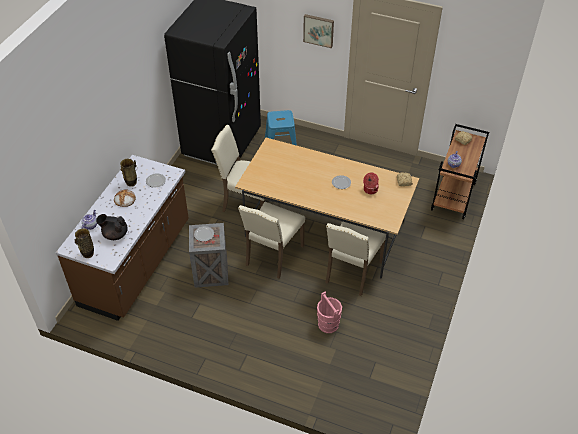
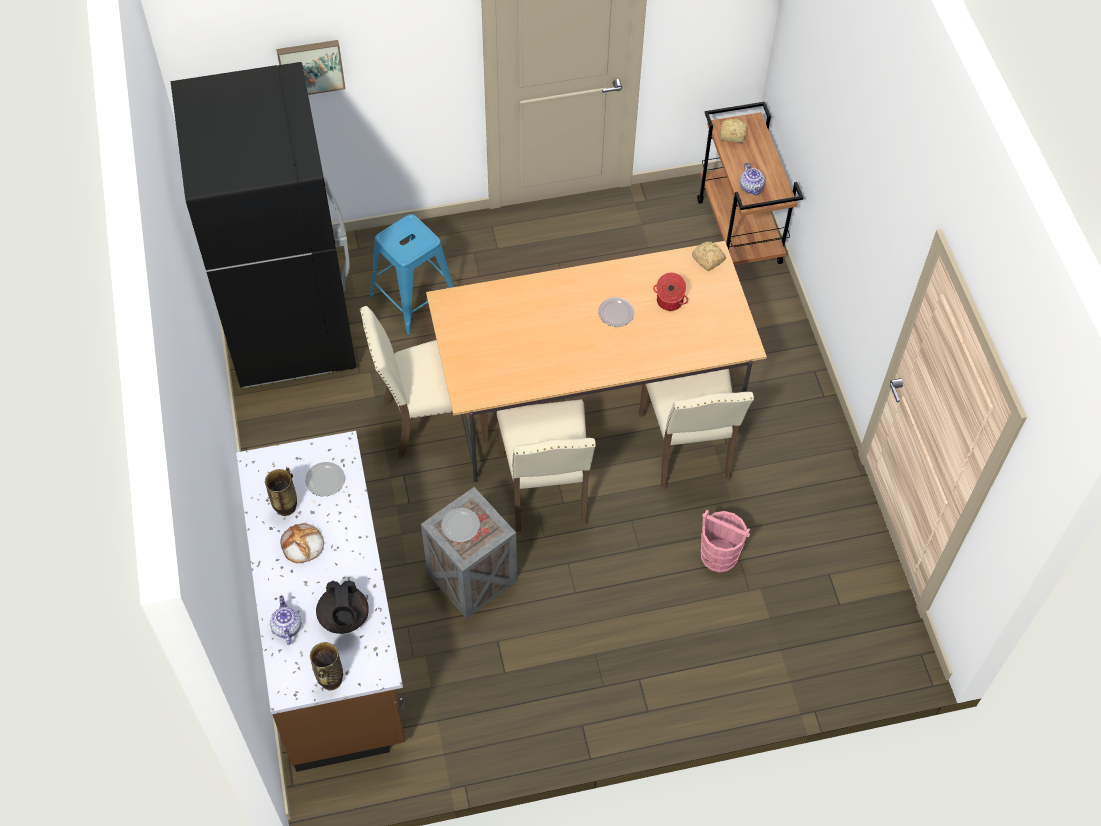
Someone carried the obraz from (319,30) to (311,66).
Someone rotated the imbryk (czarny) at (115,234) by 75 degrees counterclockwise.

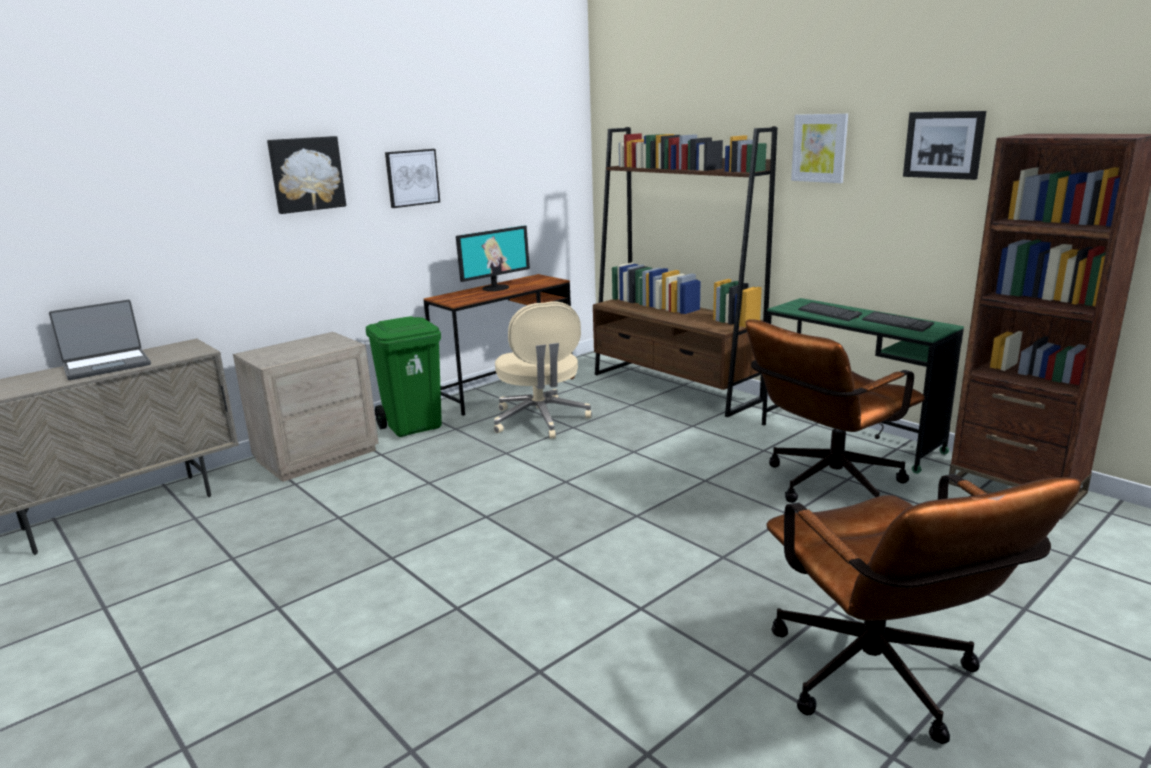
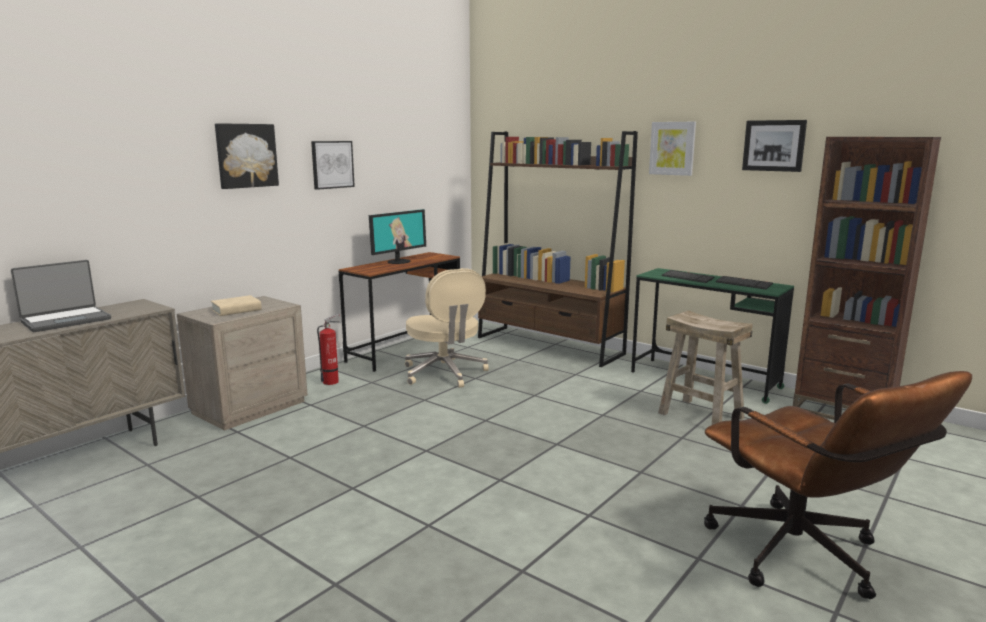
Someone swapped the kosz na śmieci (zielony) at (414,426) for the gaśnica at (332,381).
Someone swapped the krzesło biurowe (brązowy) at (825,486) for the stołek (beżowy) at (700,415).
Someone put down the książka (beżowy) at (236,310).

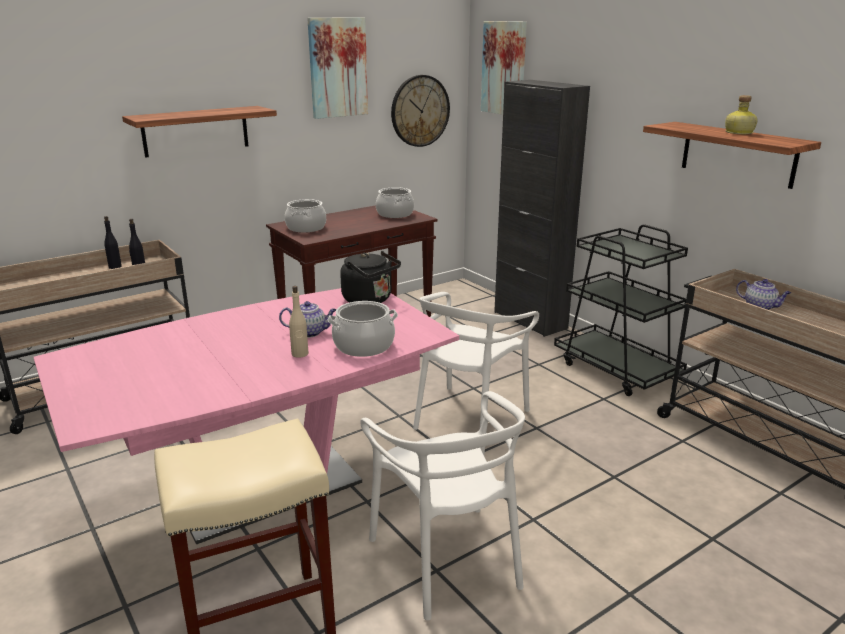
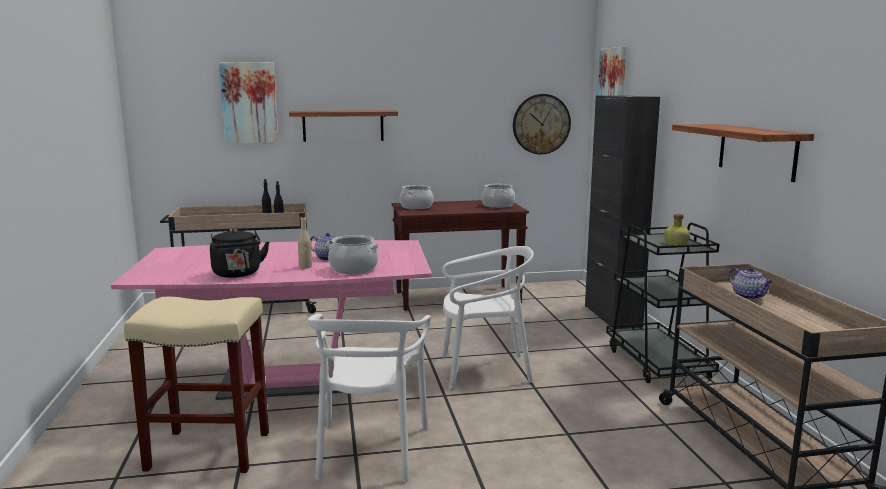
Someone carried the obraz from (337,68) to (249,103).
Someone carried the butelka from (738,133) to (675,243).
Someone carried the czajnik (czarny) from (370,300) to (237,274).
Someone rotated the krzesło (biały) at (469,417) by 150 degrees counterclockwise.

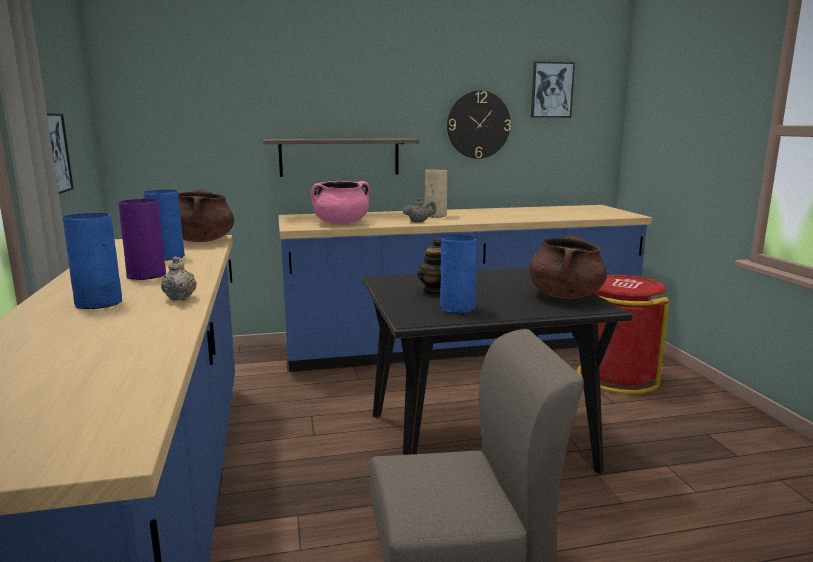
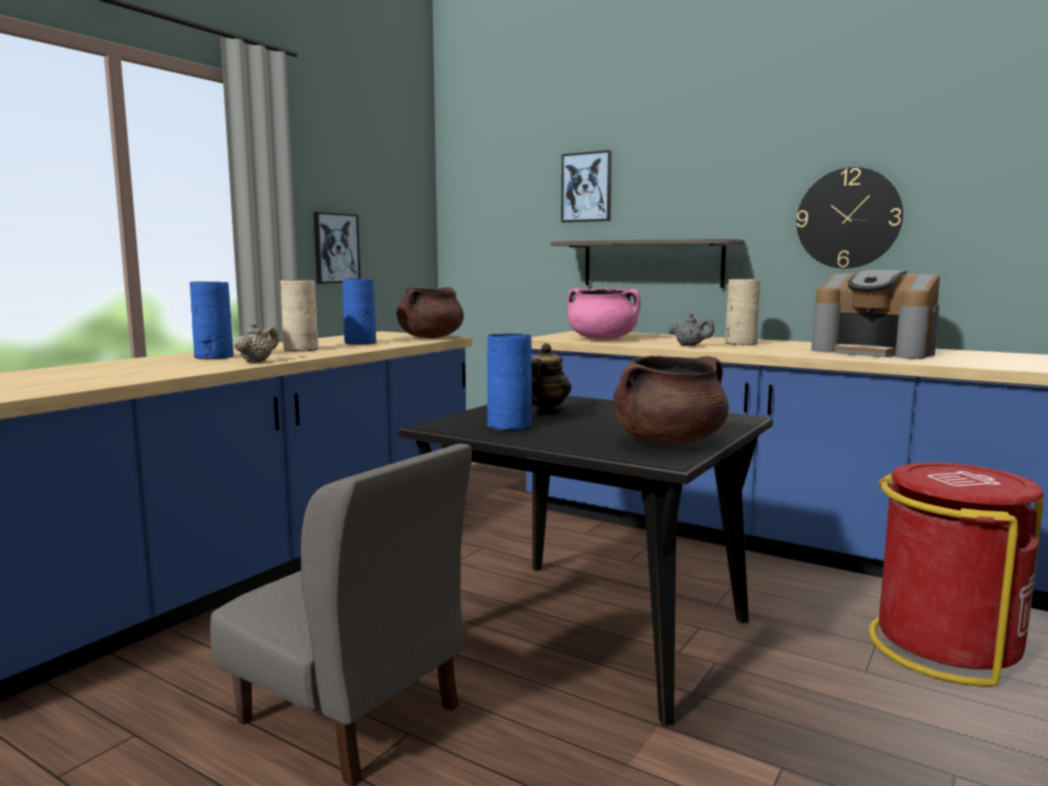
Someone carried the obraz from (551,90) to (587,187).
Someone repainted the wazon (fioletowy) at (147,275), which became the wazon (beżowy) at (301,349).
Someone put down the ekspres do kawy at (874,352).

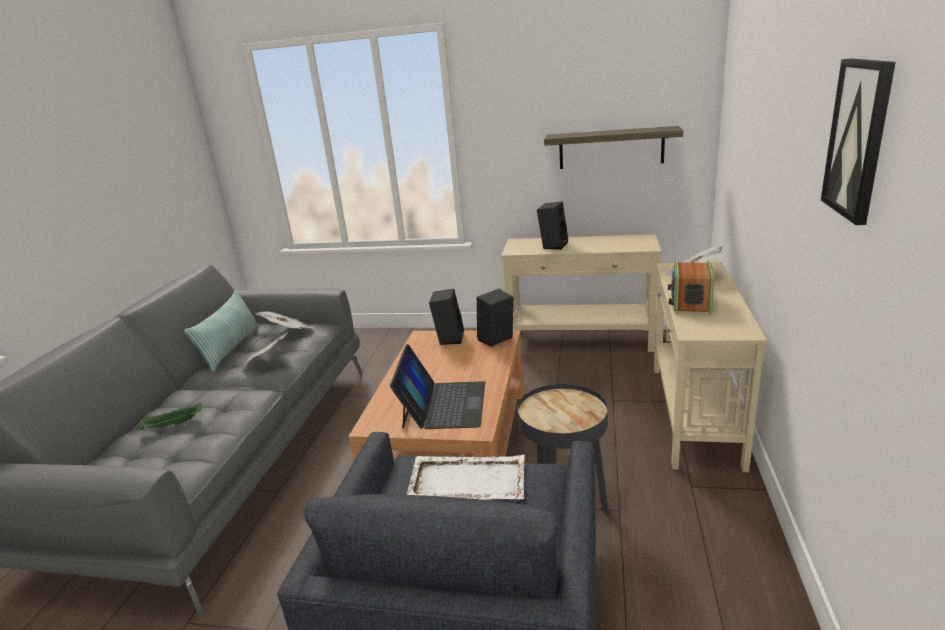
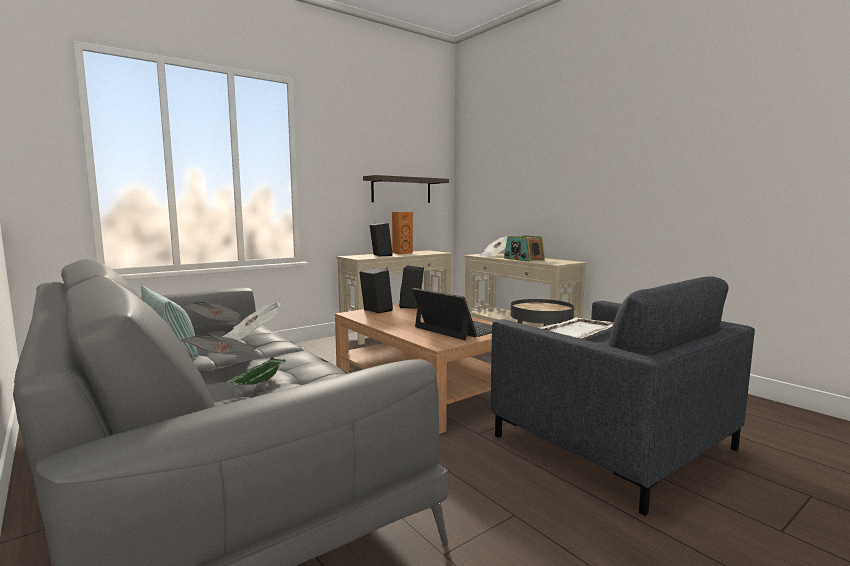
Someone took away the obraz at (858,139).
Someone put down the głośnik (pomarańczowy) at (401,253).
Someone put down the gazeta at (225,365).

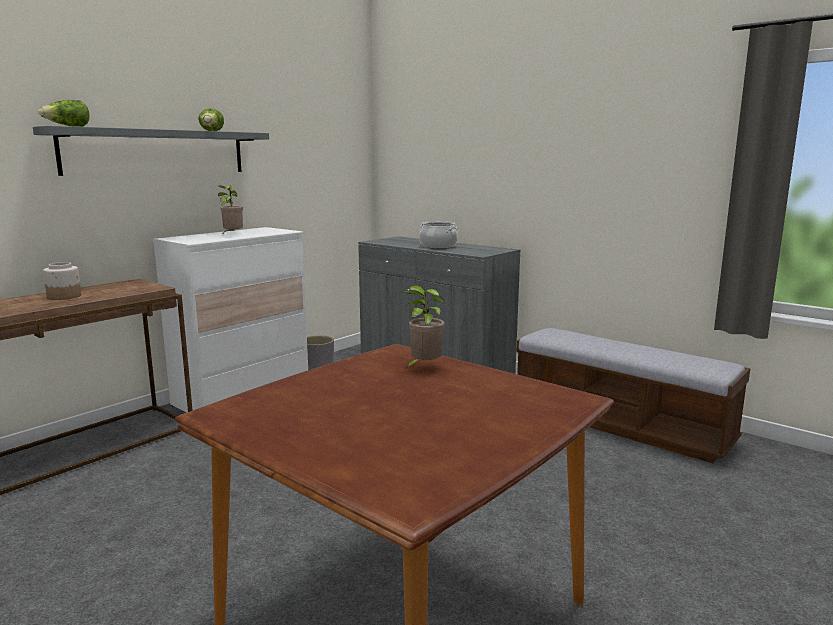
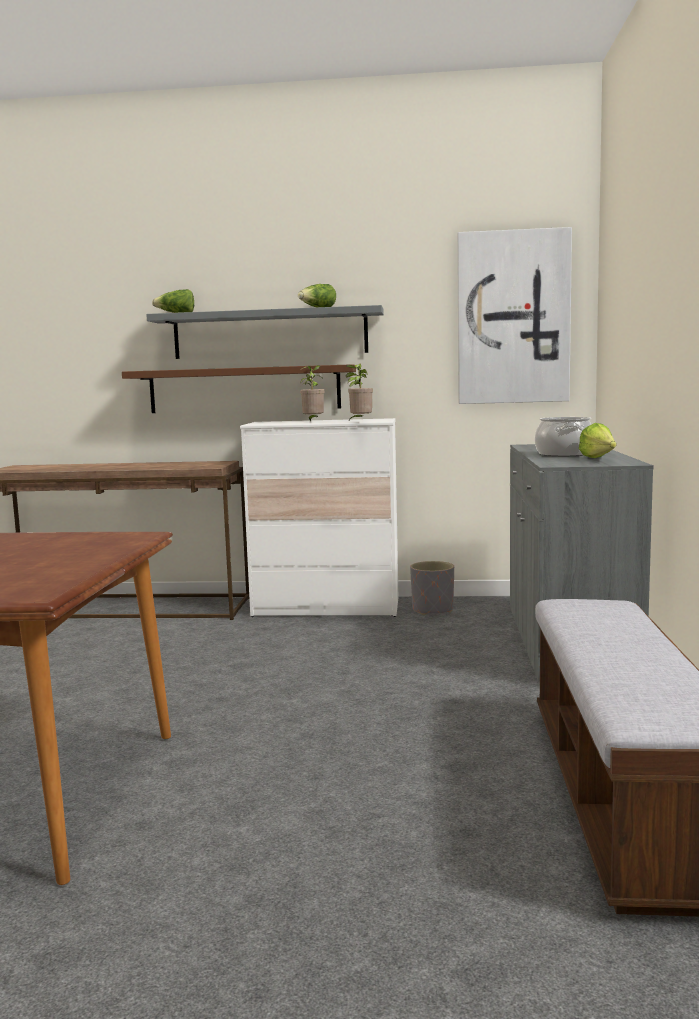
Someone took away the słoik at (65,296).
Someone carried the roślina doniczkowa from (424,367) to (360,422).
Someone put up the obraz at (513,318).
Someone put up the półka (brązowy) at (244,389).
Someone put down the sałata at (599,459).

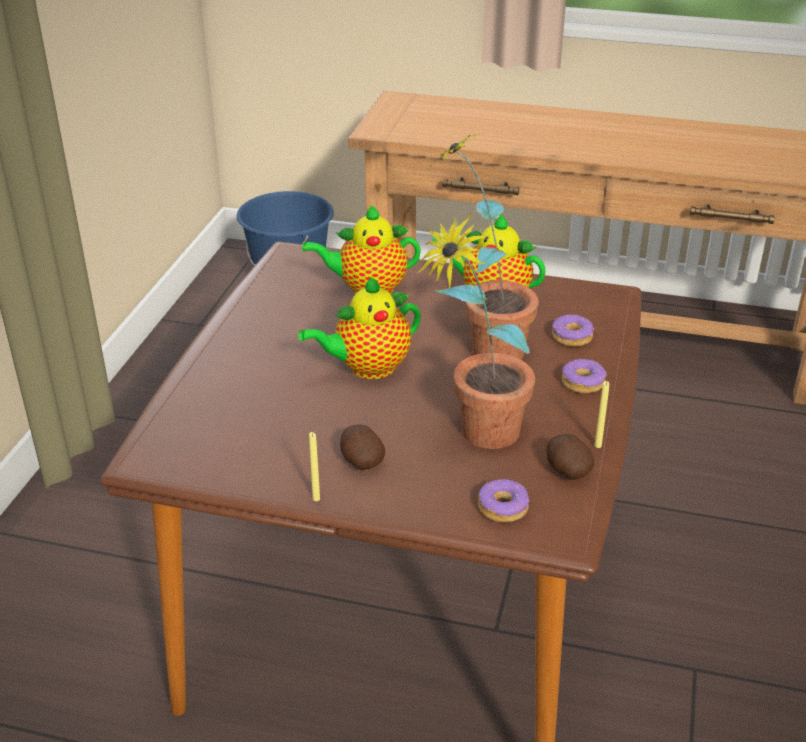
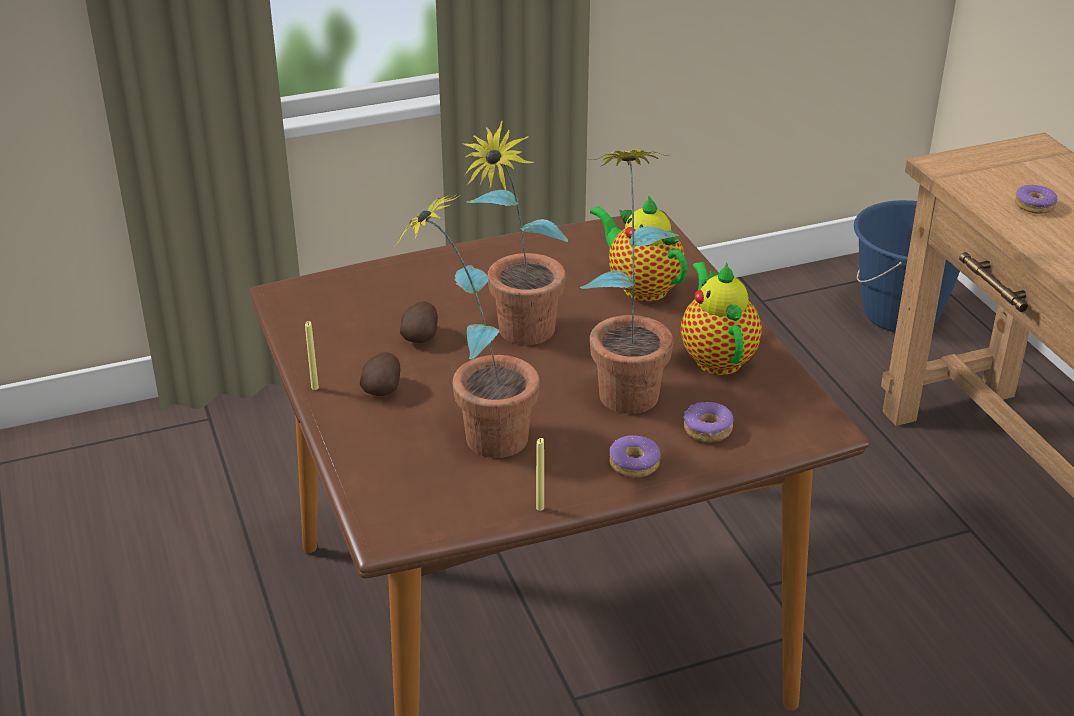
Someone swapped the imbryk at (367,368) for the roślina doniczkowa at (517,338).
Someone carried the ziemniak from (566,471) to (421,336).
Someone carried the donut from (503,507) to (1034,206).

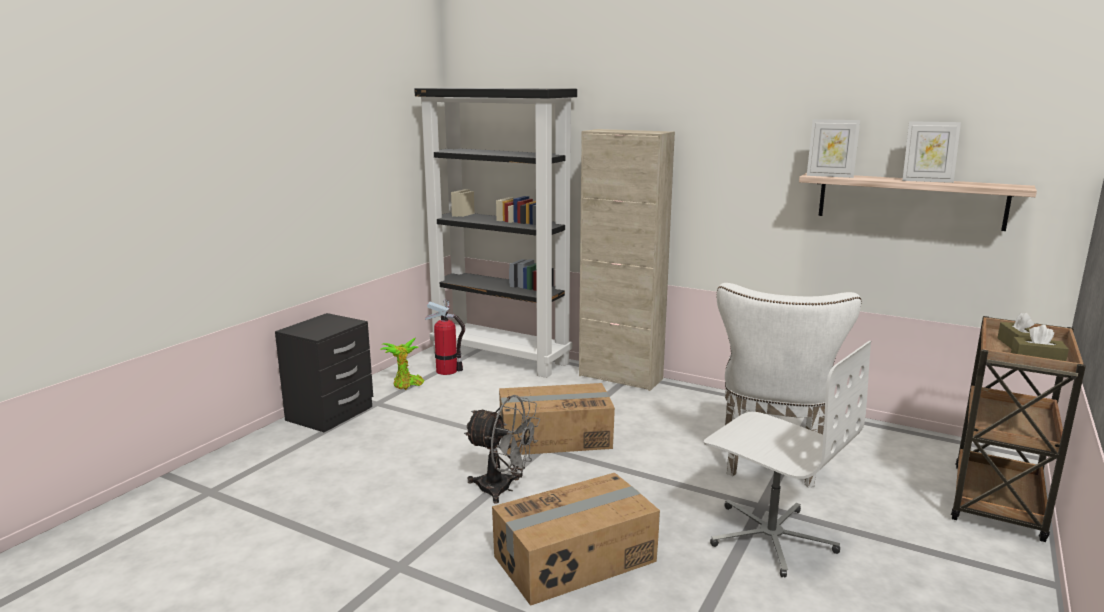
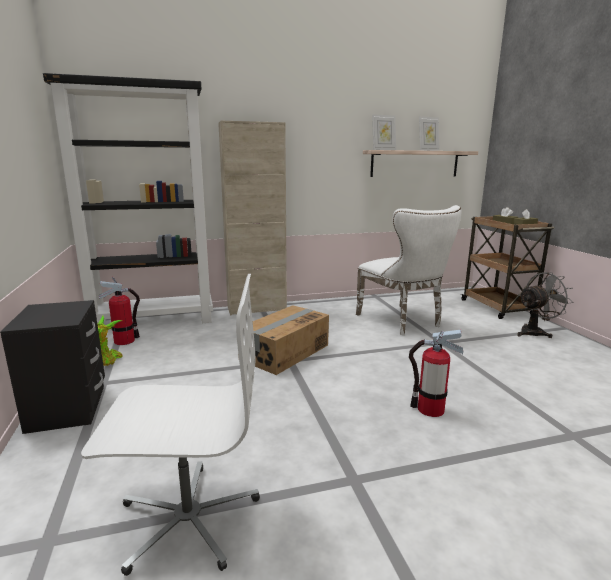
Someone carried the krzesło biurowe (biały) from (770,537) to (187,518).
Someone carried the wentylator (szary) from (503,489) to (535,332).
Someone swapped the karton at (576,559) for the gaśnica at (430,409).

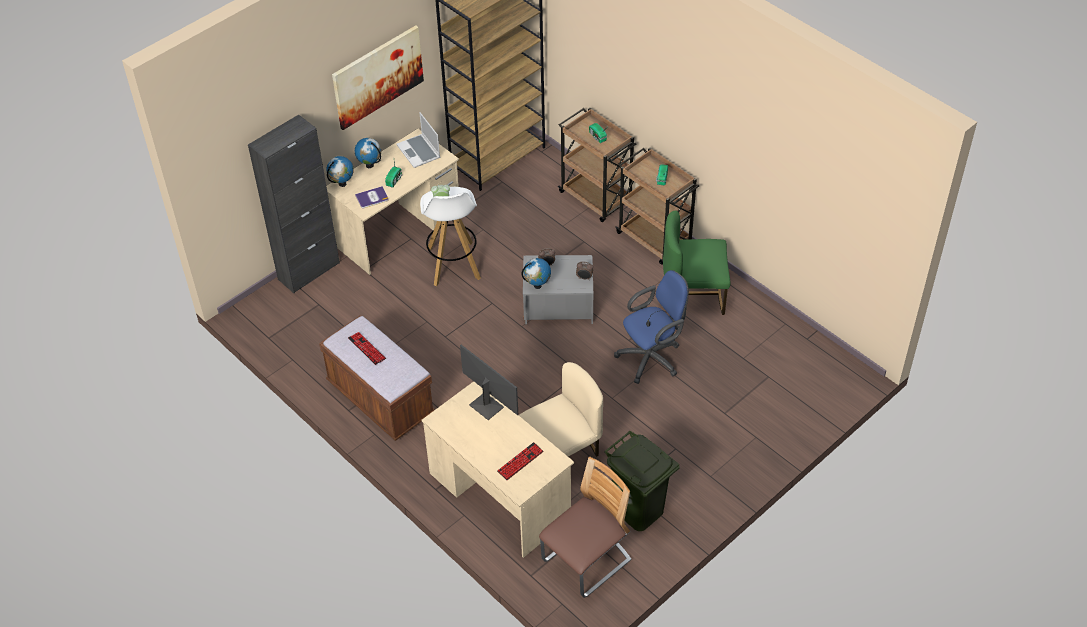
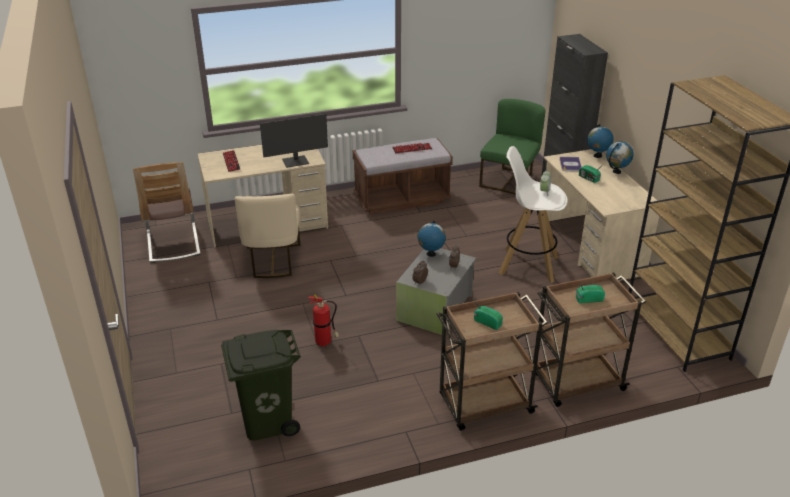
Someone took away the obraz at (378,76).
Someone took away the laptop at (419,152).
Someone carried the krzesło (zielony) from (694,293) to (509,181).
Someone swapped the krzesło biurowe (niebieski) at (652,357) for the gaśnica at (325,343).
Someone carried the kosz na śmieci (zielony) from (637,510) to (267,421).

